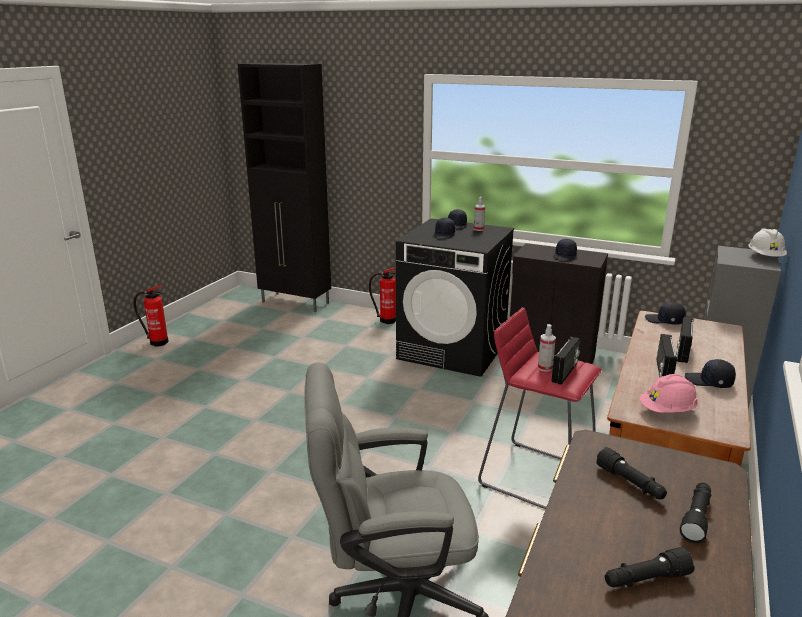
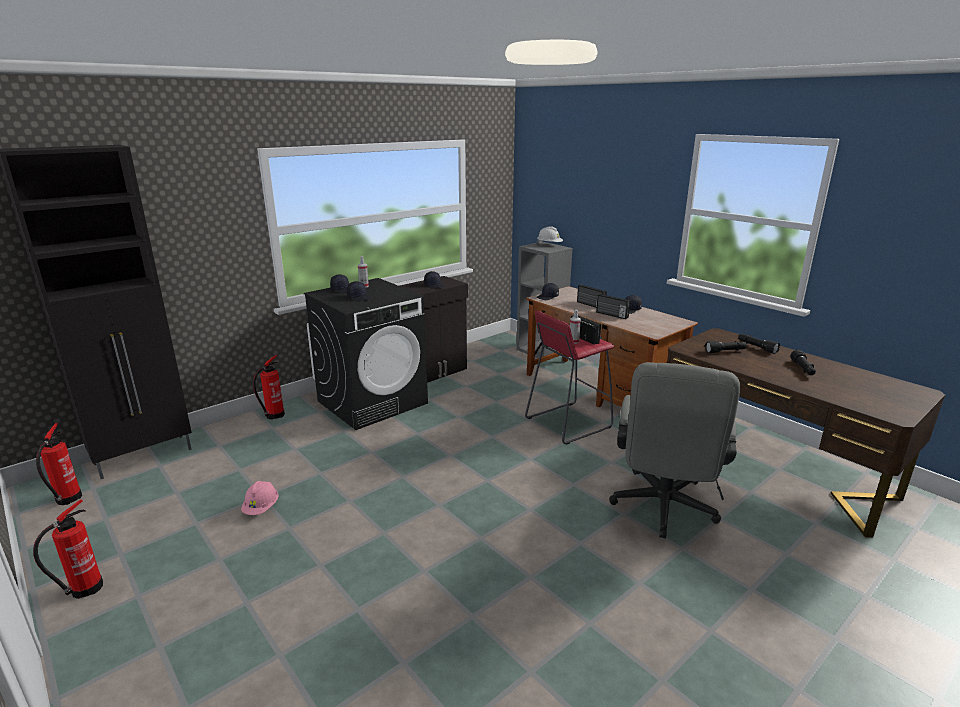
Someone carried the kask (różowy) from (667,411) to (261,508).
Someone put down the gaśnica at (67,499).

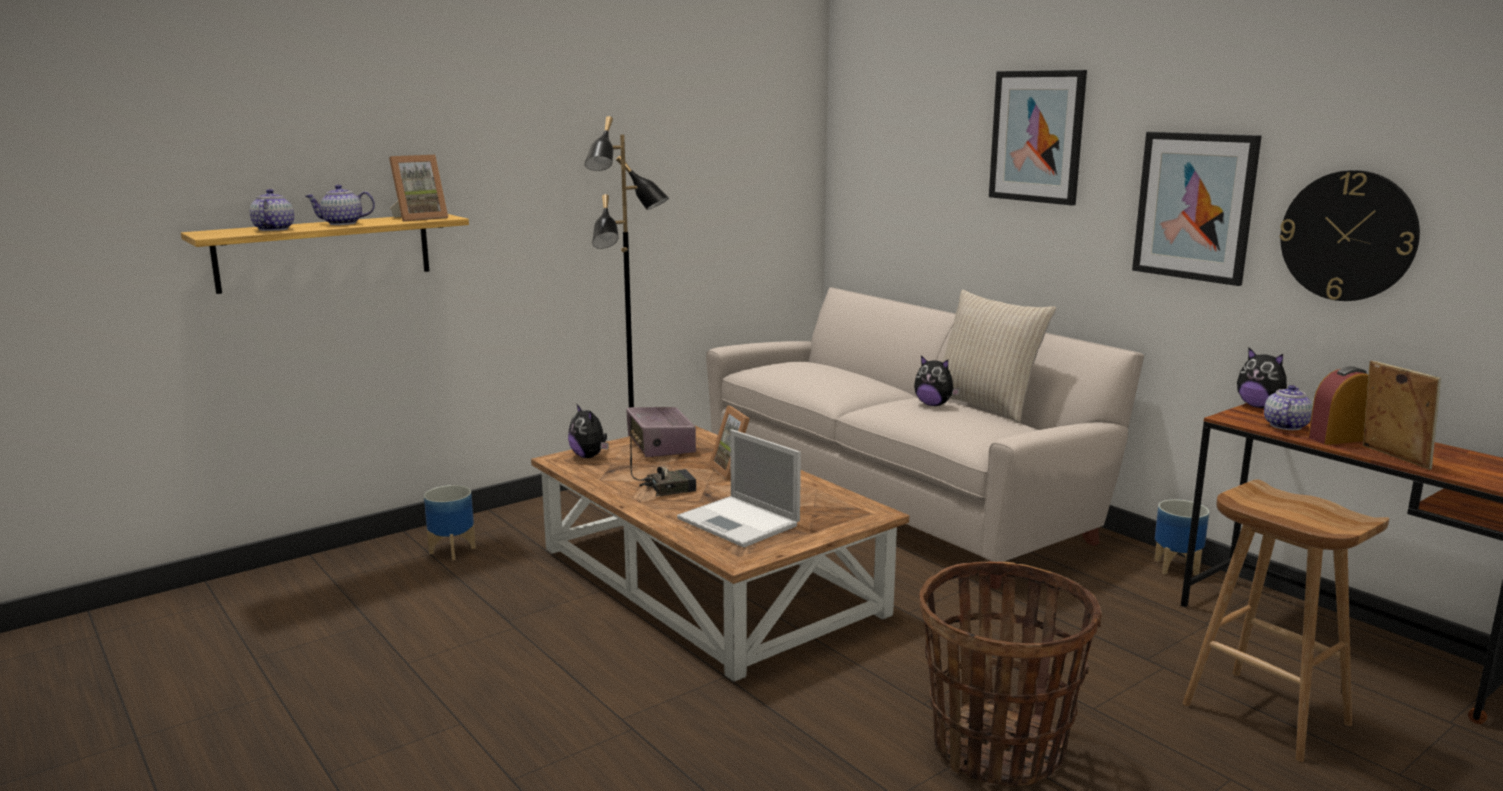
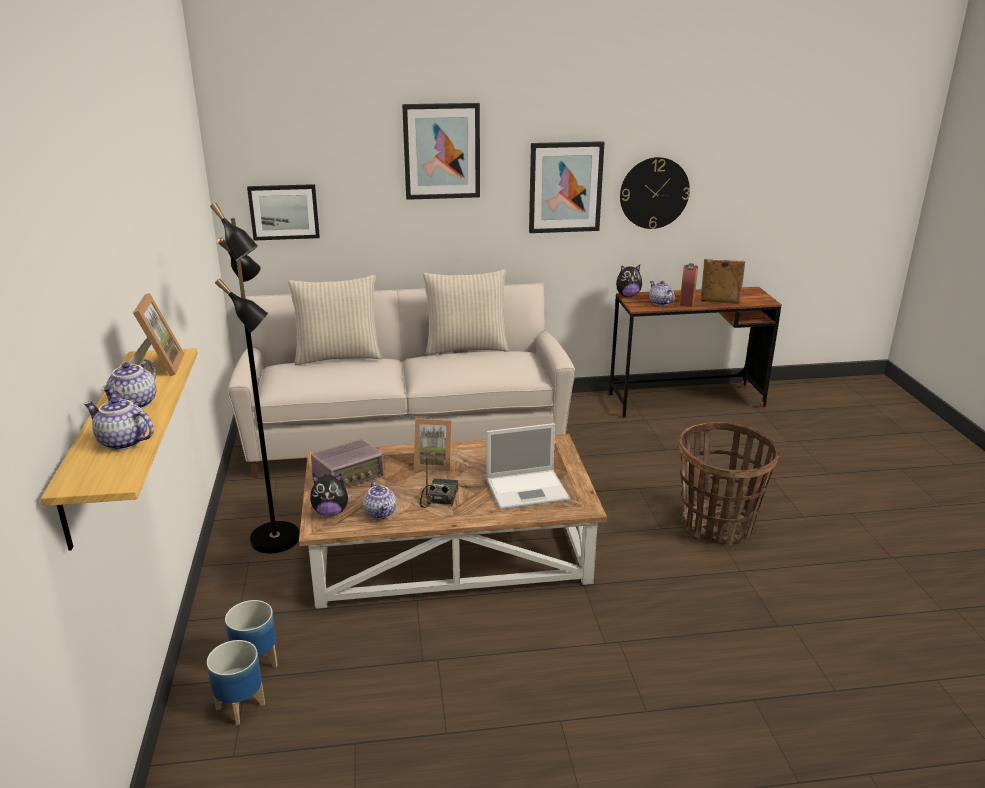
Someone took away the pluszak at (933,405).
Someone rotated the radio at (661,447) by 45 degrees counterclockwise.
Someone took away the stołek (brązowy) at (1262,714).
Someone carried the donica from (1177,567) to (241,706).
Someone put up the obraz at (284,212).
Someone put down the poduszka (beżowy) at (338,356).
Someone put down the imbryk at (381,513).

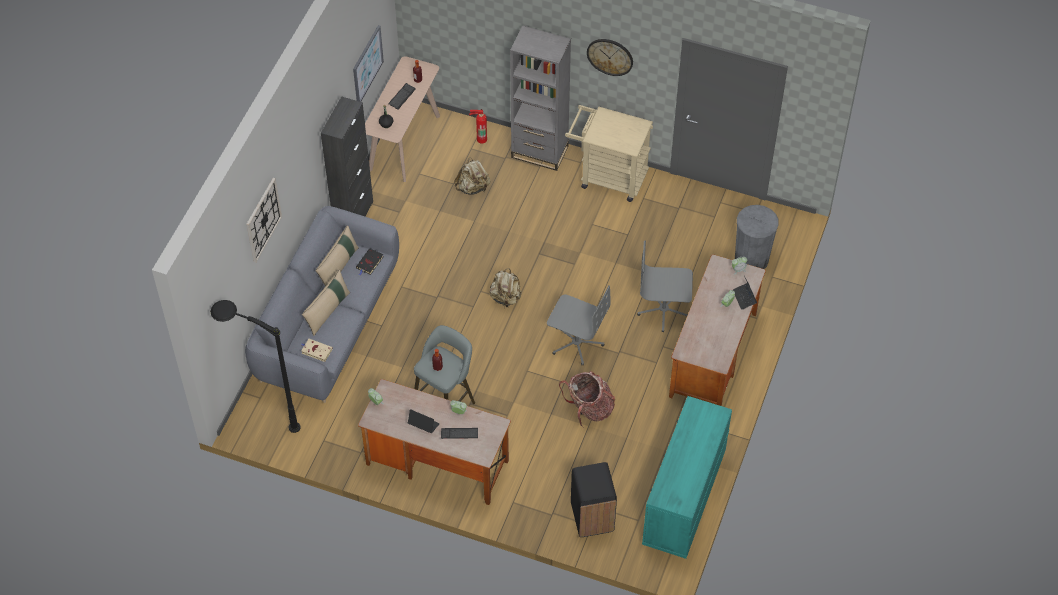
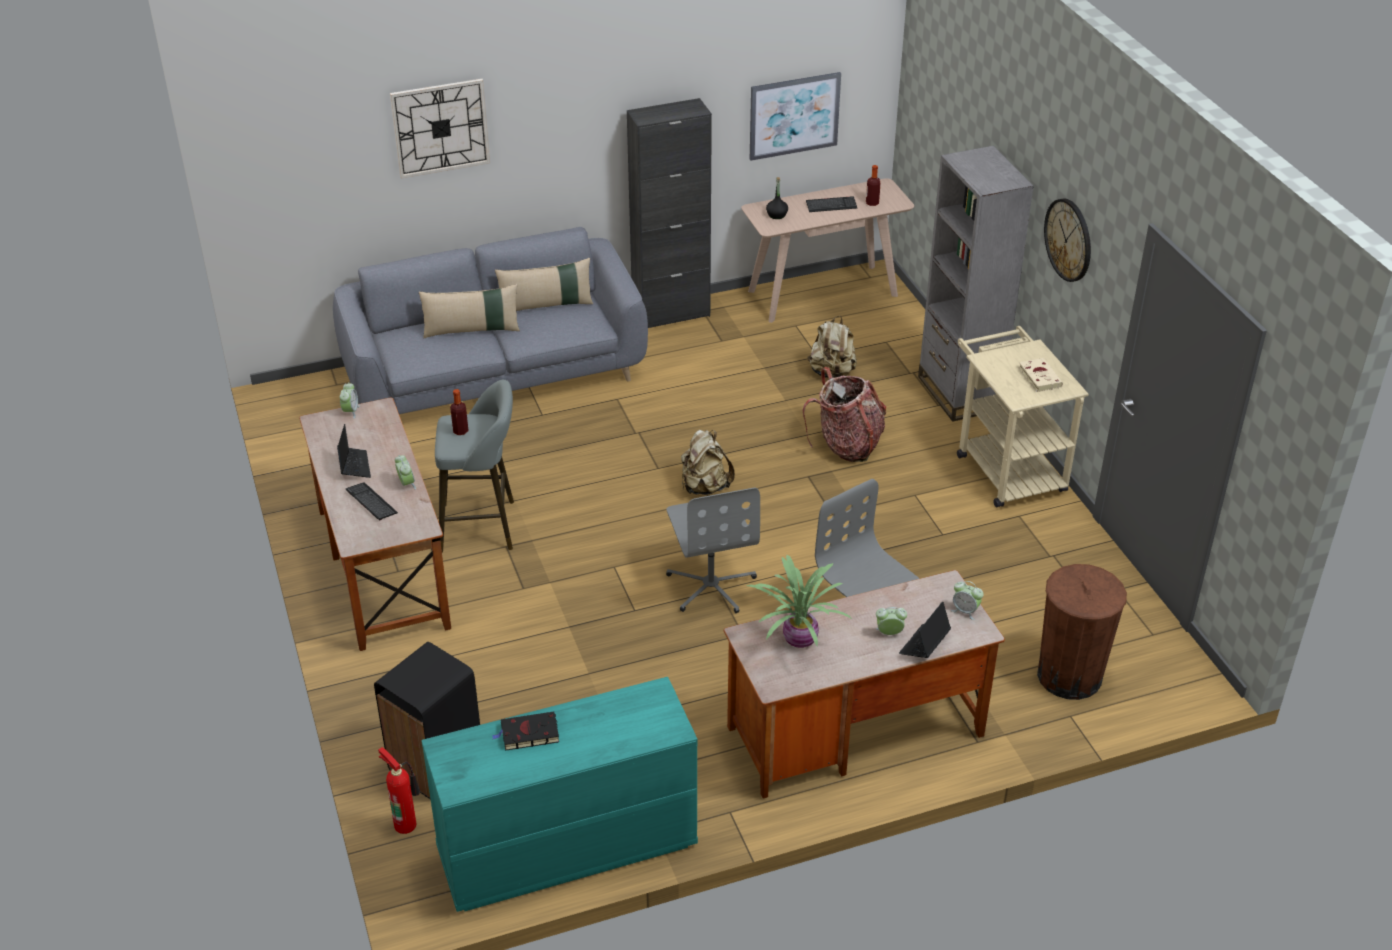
Someone carried the gaśnica from (481,138) to (406,823).
Someone repainted the kosz na śmieci (szary) at (751,259), which became the kosz na śmieci (brązowy) at (1069,676).
Someone carried the książka (czarny) from (369,263) to (528,734).
Someone took away the lampa stojąca (czarny) at (260,416).
Someone carried the książka (beżowy) from (316,351) to (1039,377).
Someone carried the plecak from (589,409) to (847,445).
Someone put down the roślina doniczkowa at (798,639).

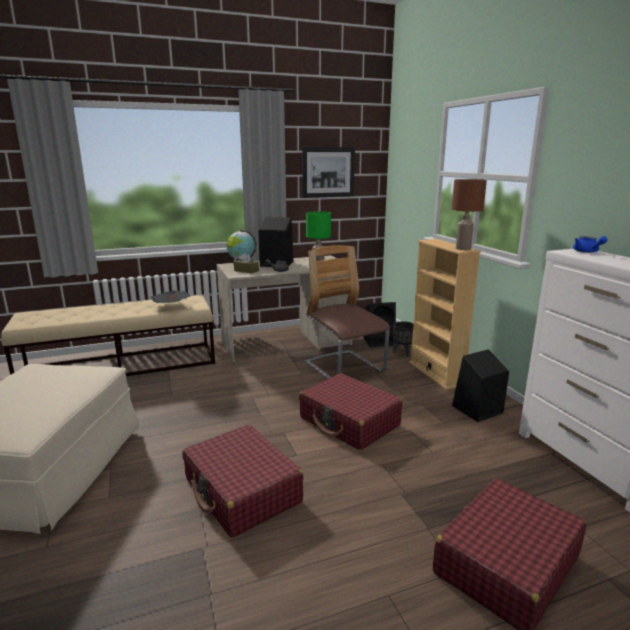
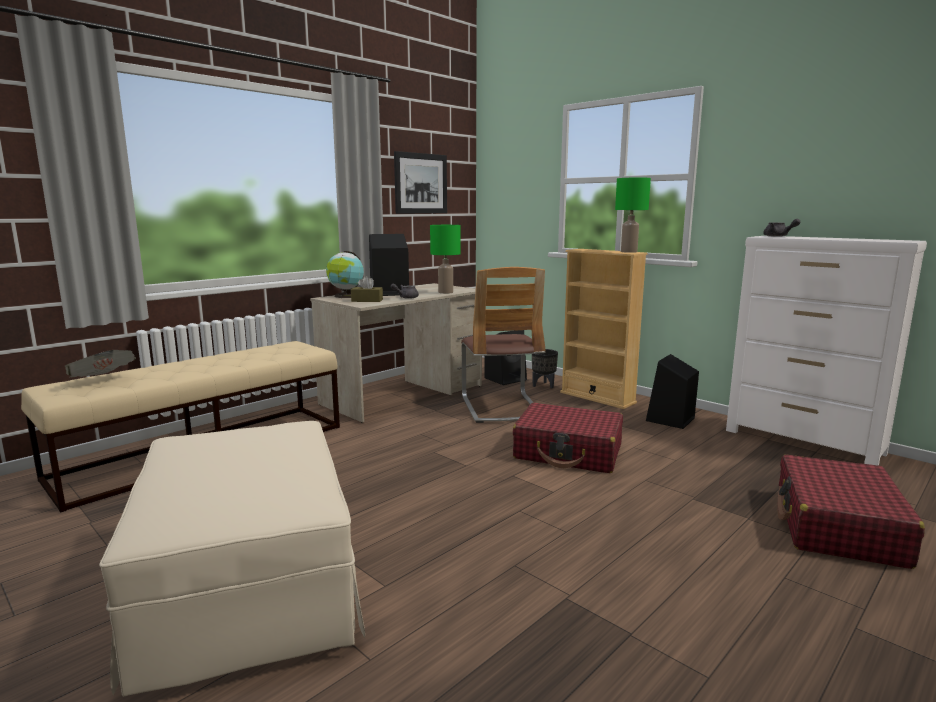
Someone repainted the lampa stołowa (brązowy) at (463,248), which became the lampa stołowa (zielony) at (629,252).
Someone repainted the imbryk (niebieski) at (587,252), which became the imbryk (szary) at (778,236).
Someone rotated the krzesło at (344,368) by 135 degrees counterclockwise.
Someone carried the gazeta from (171,307) to (103,381).
Someone took away the walizka (czerwony) at (242,491).

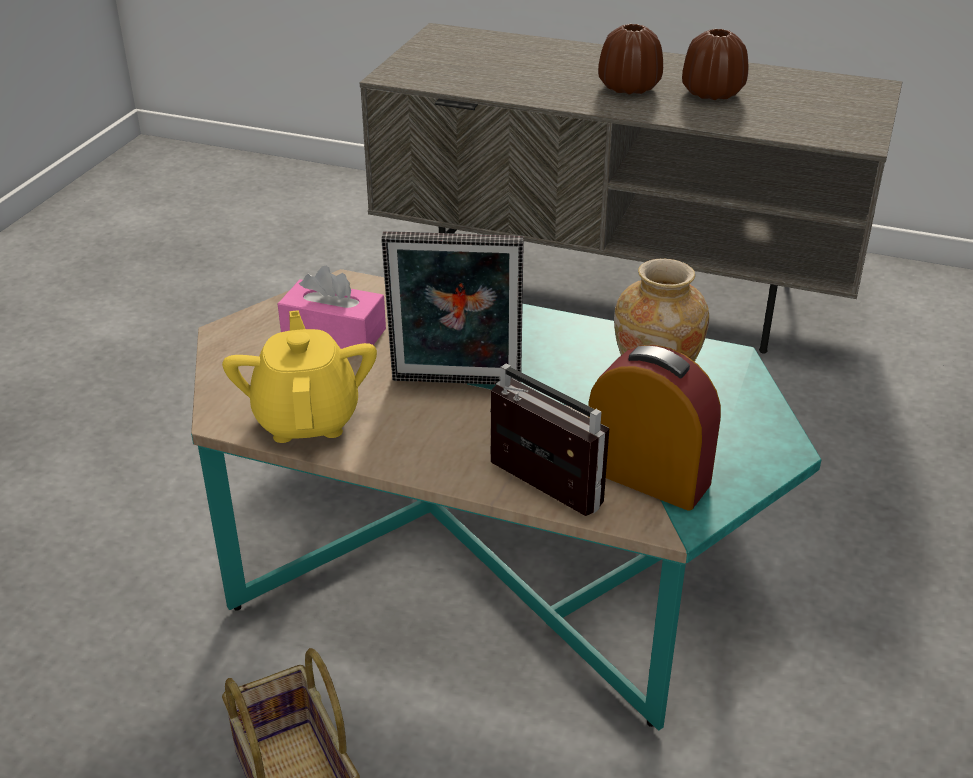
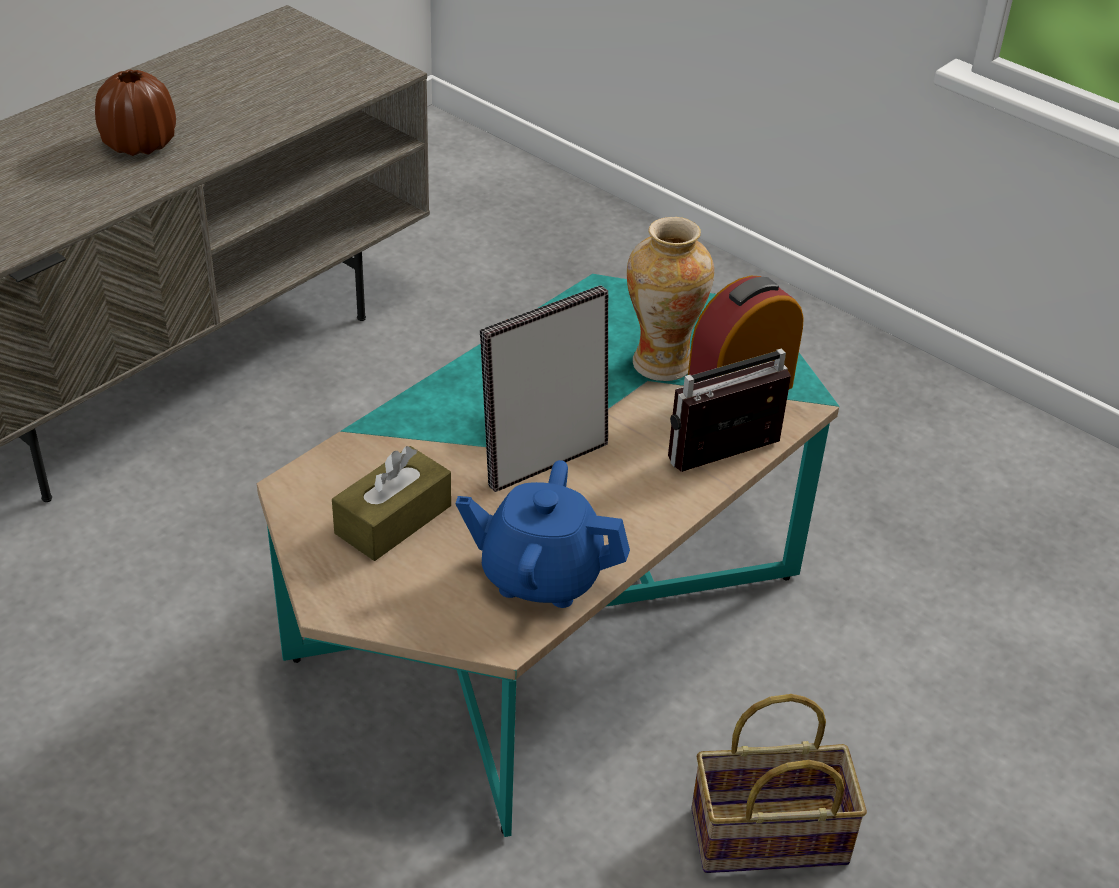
Someone took away the wazon (brązowy) at (712,93).
Someone rotated the ramka na zdjęcie at (456,385) by 150 degrees counterclockwise.
Someone repainted the pudełko chusteczek (różowy) at (334,333), which became the pudełko chusteczek (brązowy) at (393,519).
Someone repainted the imbryk (żółty) at (307,418), which became the imbryk (niebieski) at (540,575).

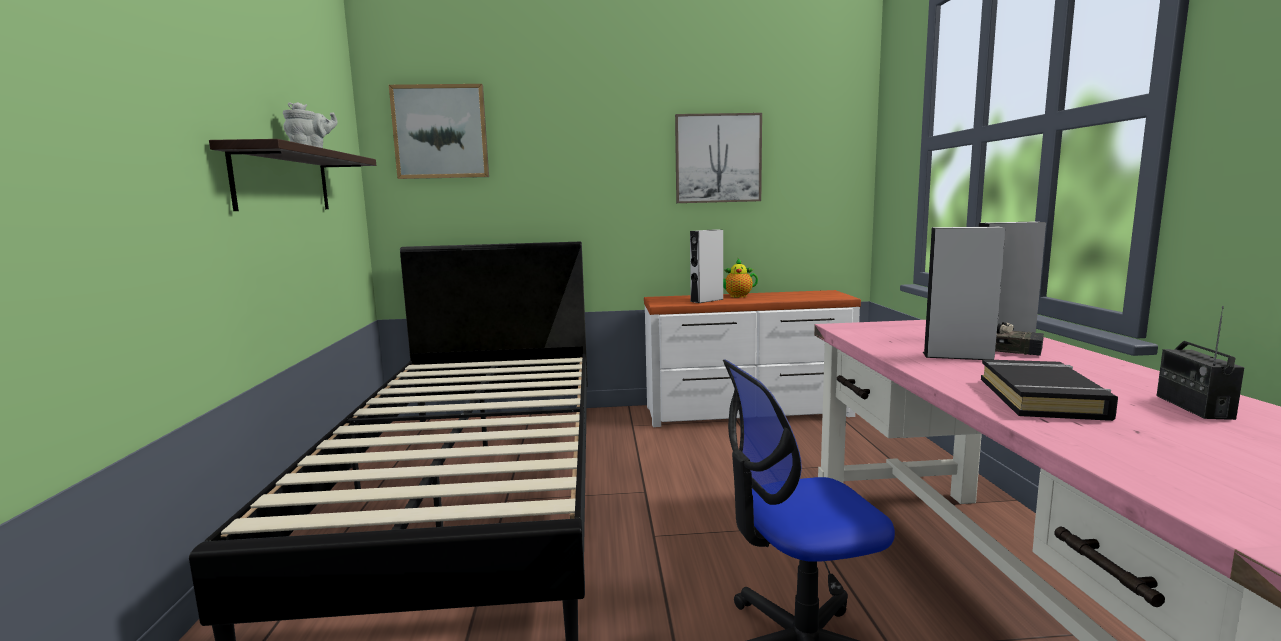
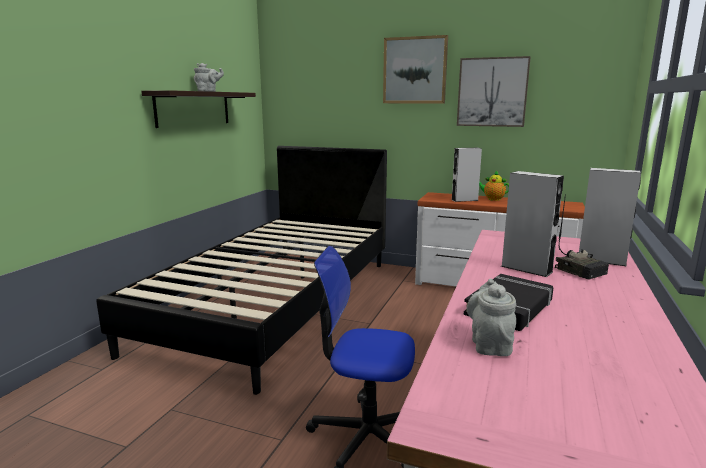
Someone carried the obraz from (440,132) to (415,70).
Someone took away the radio at (1193,407).
Someone put down the imbryk (szary) at (490,344).

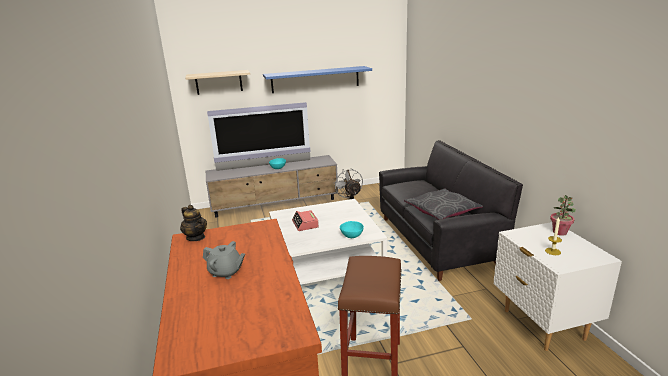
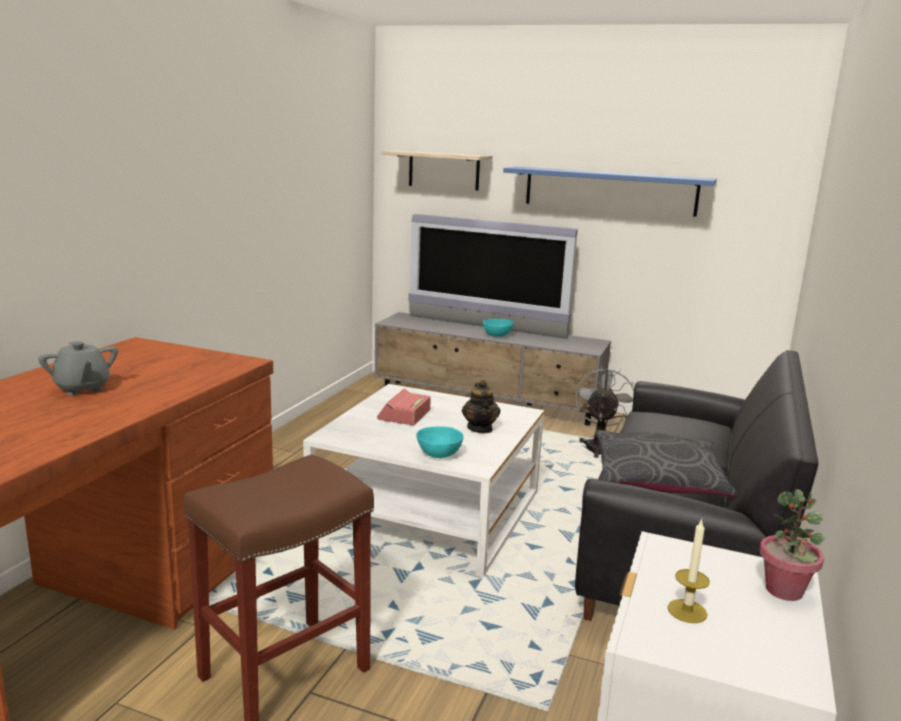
Someone carried the imbryk from (196,237) to (480,428).

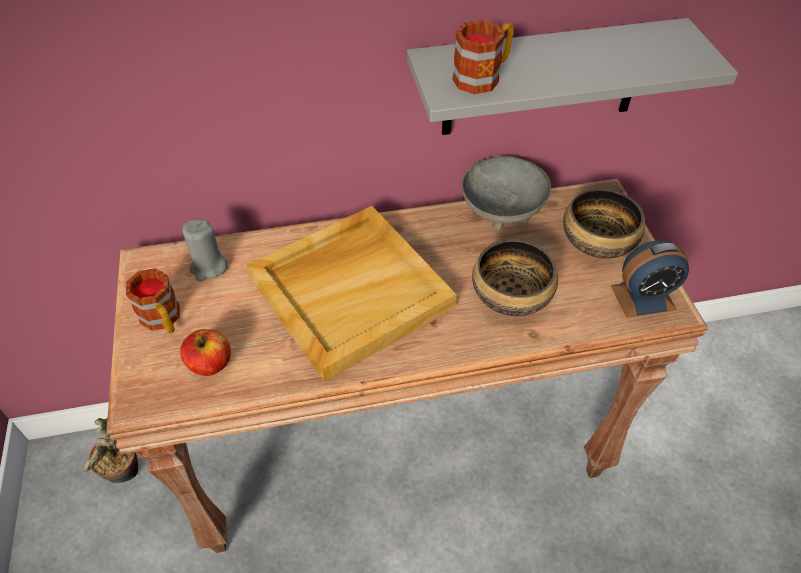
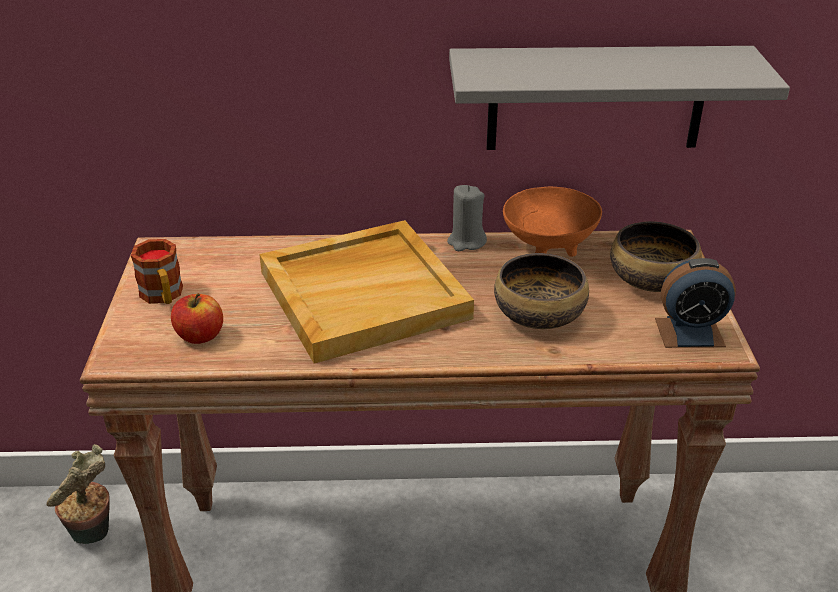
Someone took away the kubek at (483,76).
Someone repainted the miska (szary) at (502,211), which became the miska (pomarańczowy) at (549,245).
Someone carried the świeca (szary) from (209,267) to (466,242).

